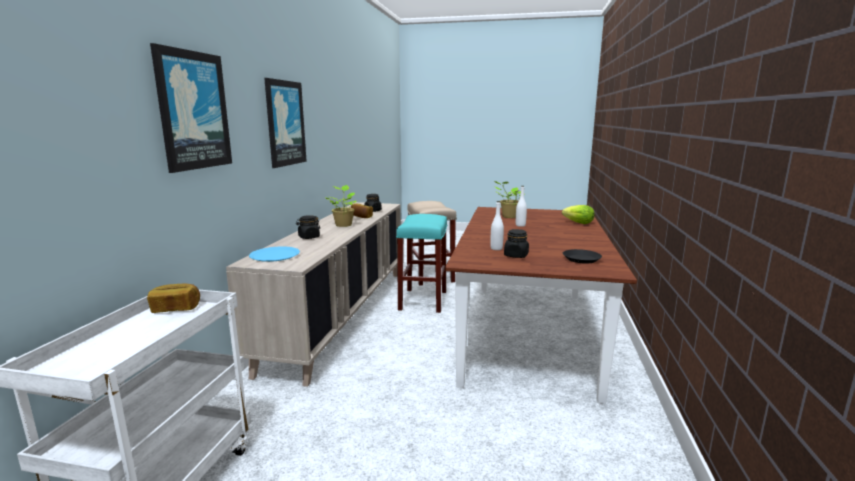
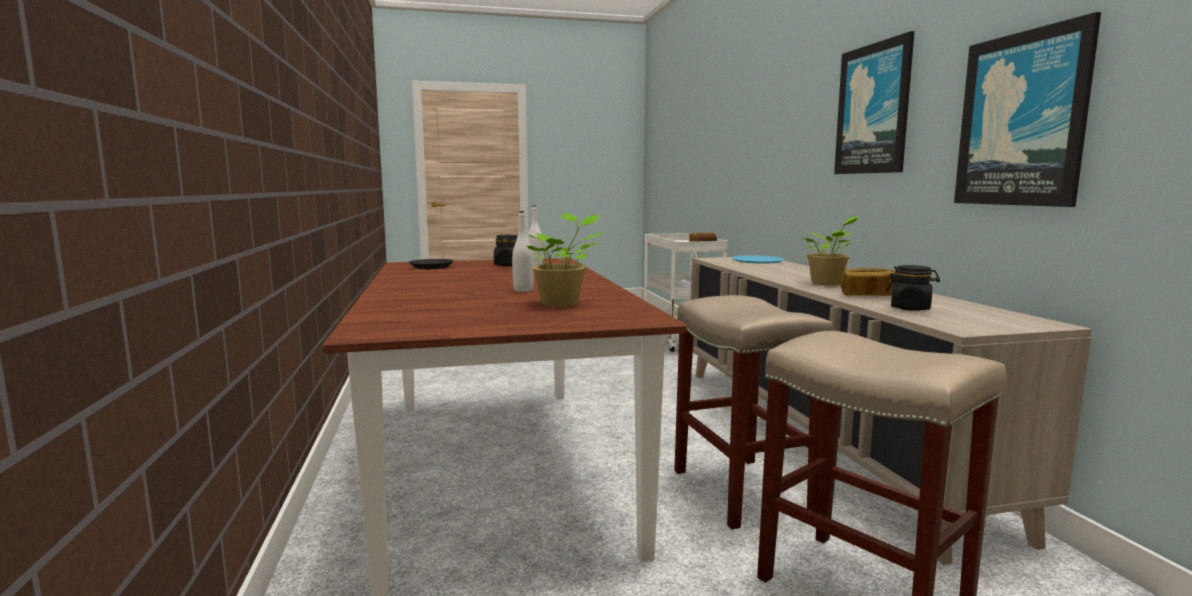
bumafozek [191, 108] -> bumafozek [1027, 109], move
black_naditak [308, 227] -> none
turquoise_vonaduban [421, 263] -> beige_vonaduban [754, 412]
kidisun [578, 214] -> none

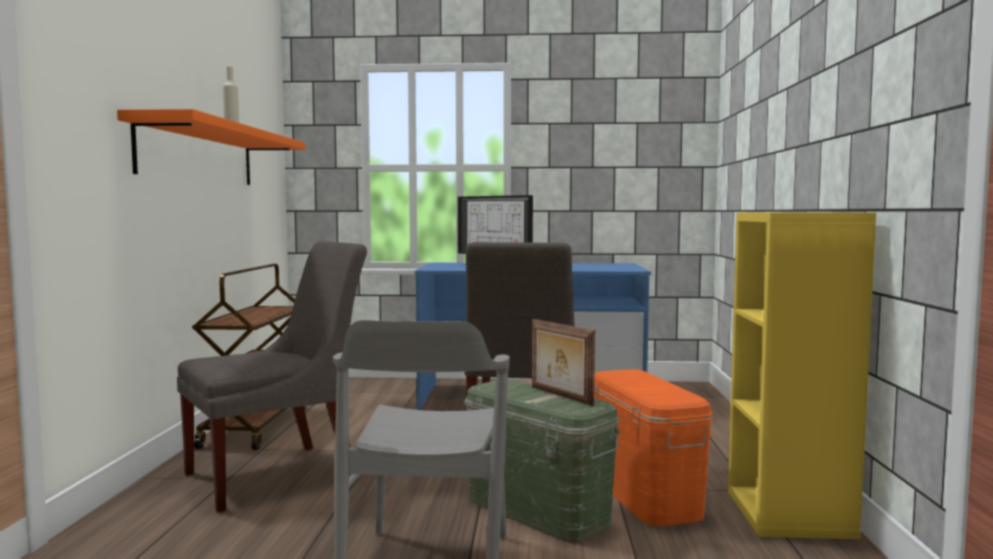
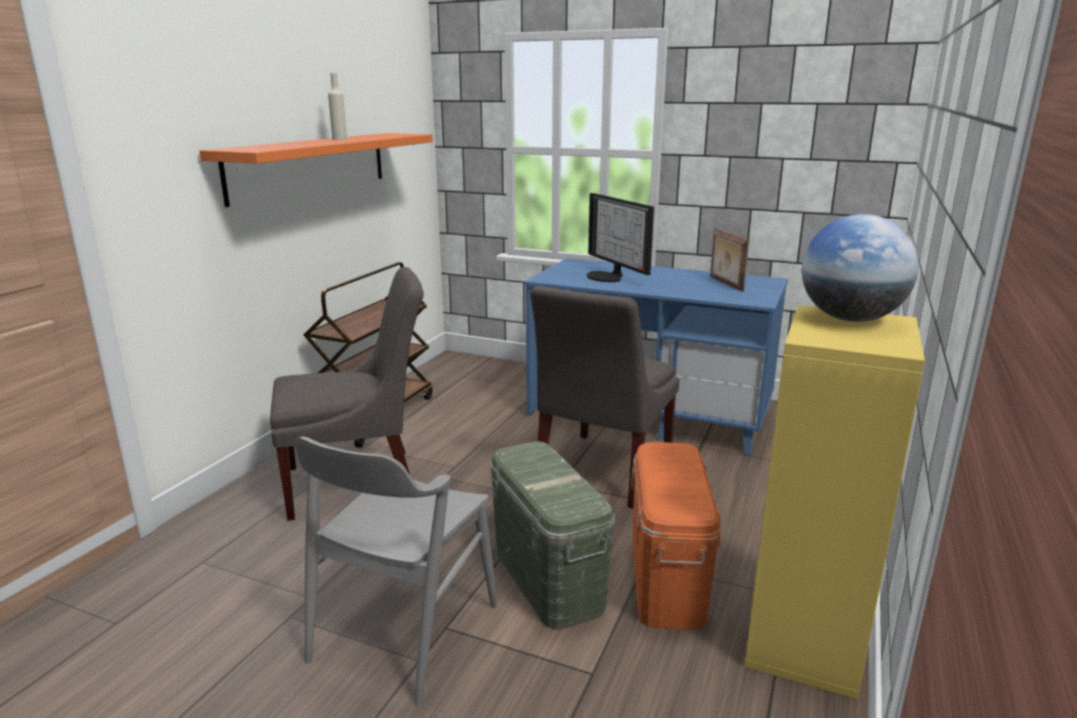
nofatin [563, 362] -> nofatin [729, 260], move
none -> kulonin [860, 268]

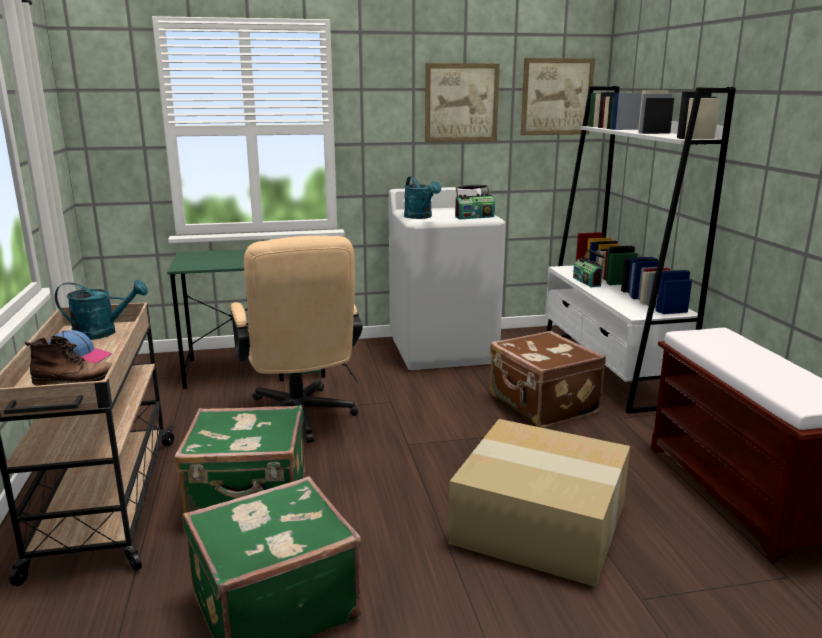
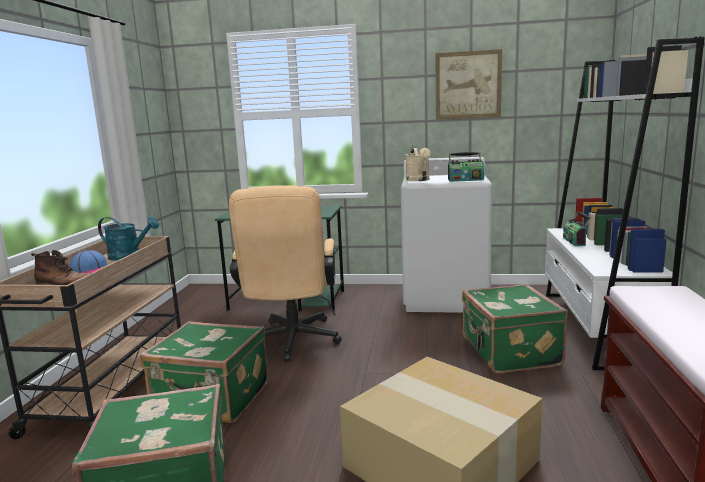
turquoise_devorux [422, 197] -> beige_devorux [418, 163]
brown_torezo [548, 379] -> green_torezo [515, 328]
bumafozek [558, 96] -> none

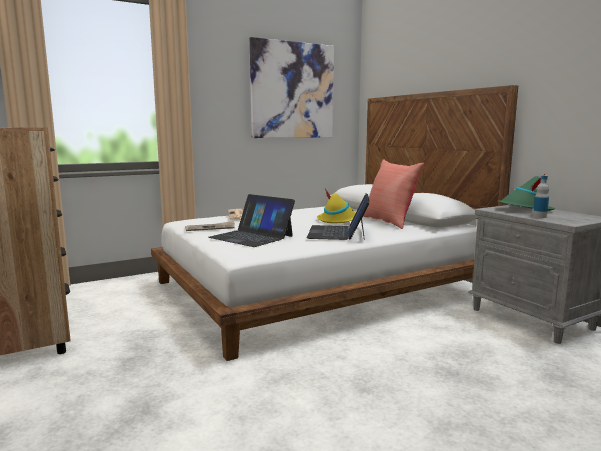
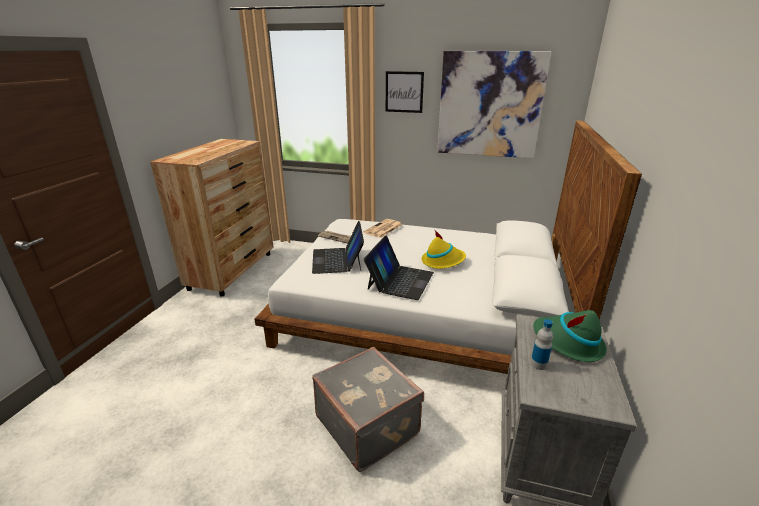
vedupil [338, 216] -> vedupil [399, 267], 150 degrees clockwise
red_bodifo [393, 194] -> none
none -> grey_torezo [368, 409]
none -> bumafozek [405, 92]

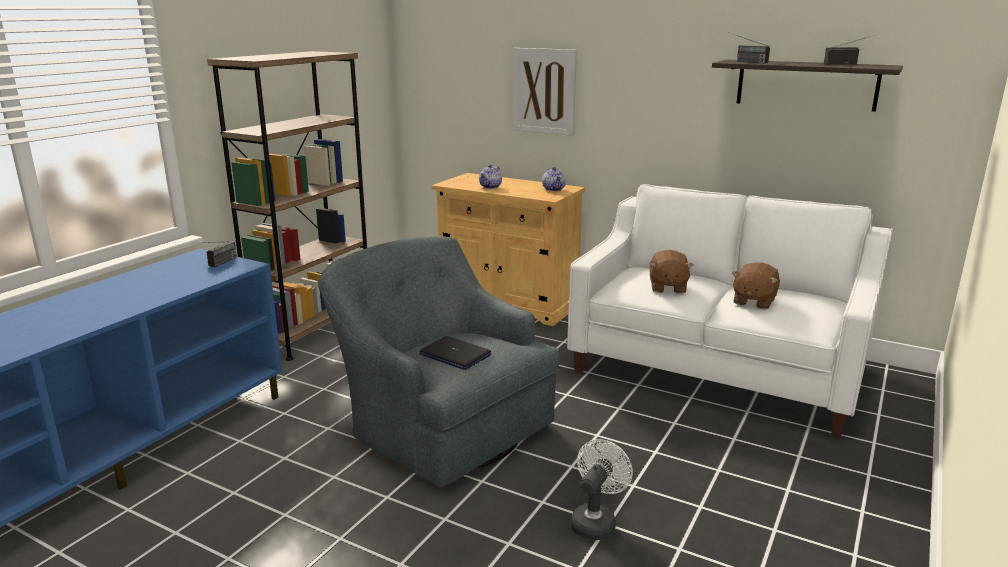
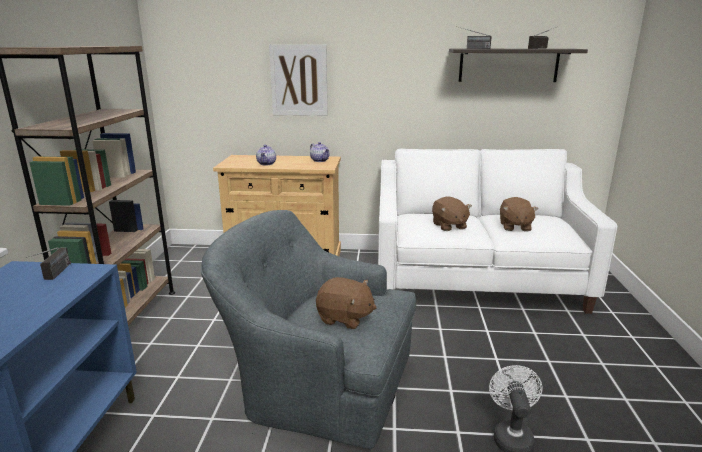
vedupil [455, 353] -> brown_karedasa [346, 303]

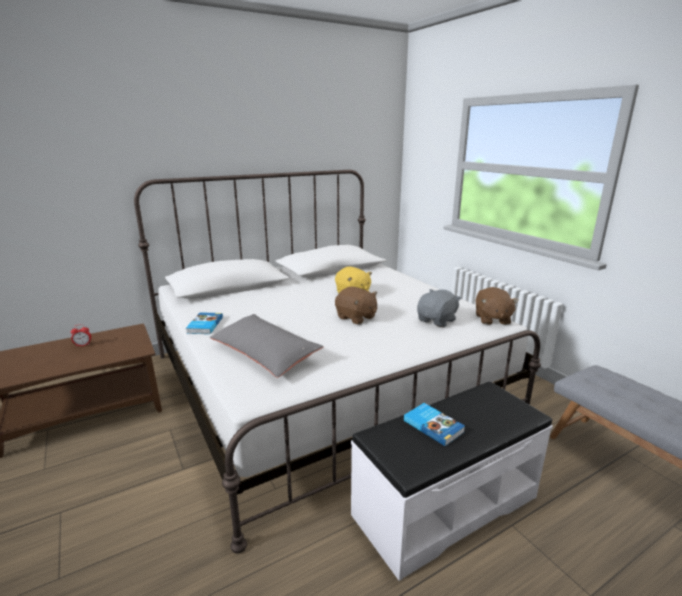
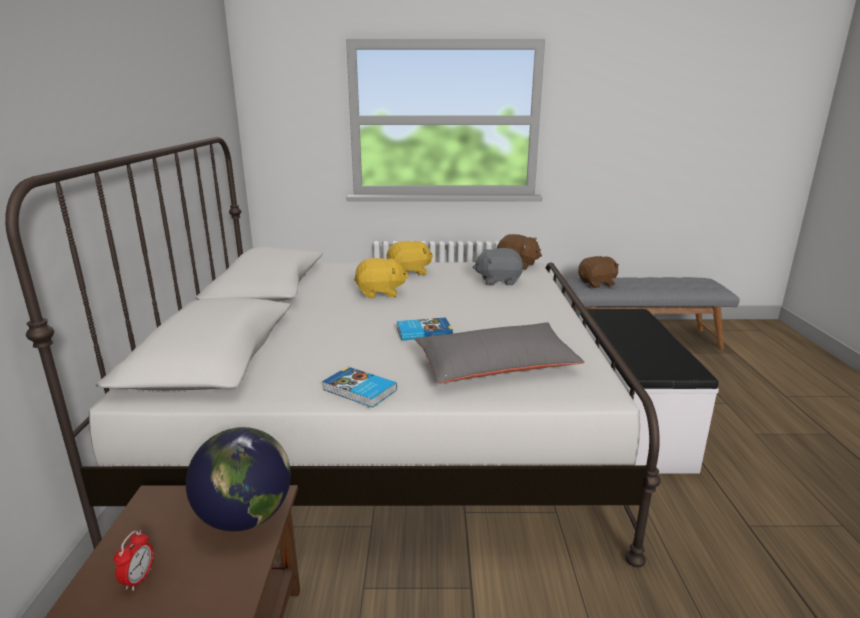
brown_karedasa [356, 305] -> brown_karedasa [598, 272], move
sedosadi [434, 425] -> sedosadi [425, 329], move
grey_karedasa [439, 308] -> grey_karedasa [498, 266], 75 degrees counterclockwise
none -> kulonin [238, 479]
none -> yellow_karedasa [410, 258]

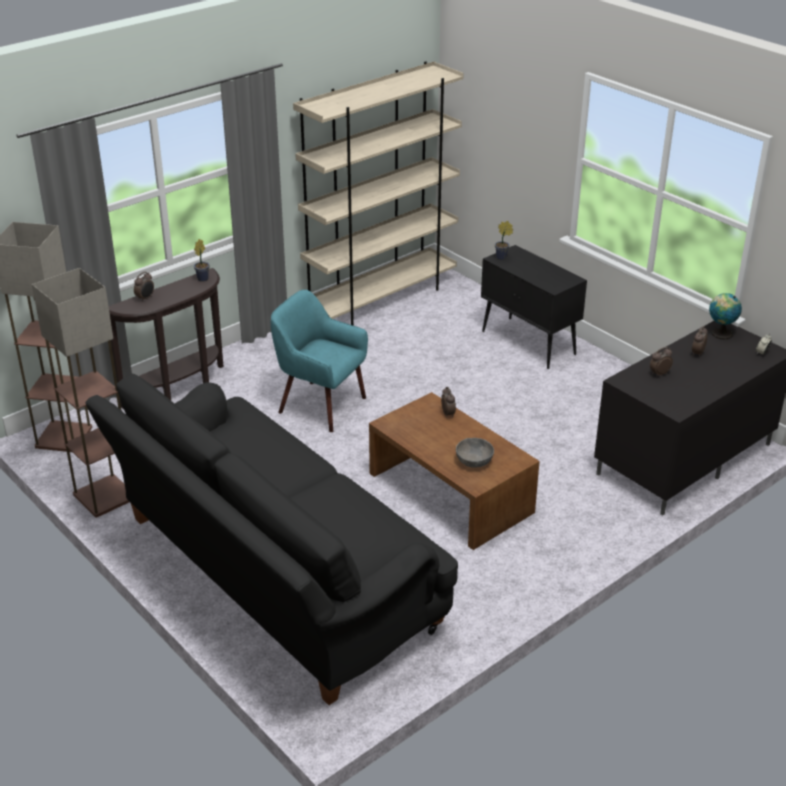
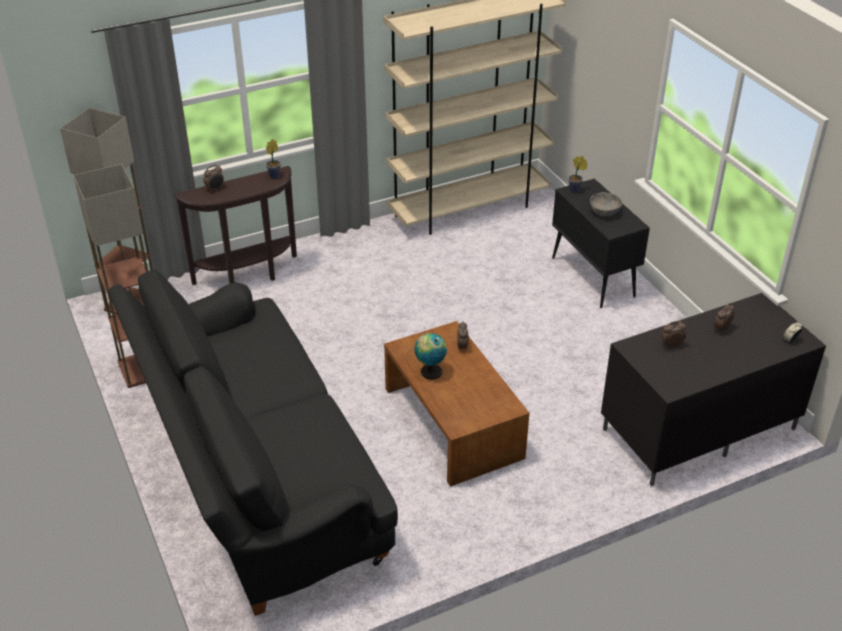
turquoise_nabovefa [319, 361] -> none
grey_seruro [475, 452] -> grey_seruro [606, 204], move
kulonin [725, 316] -> kulonin [430, 356], move

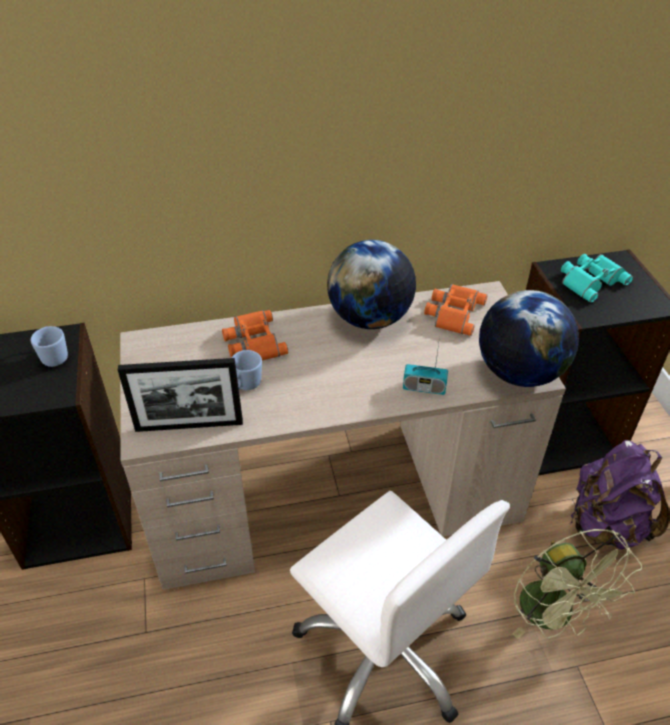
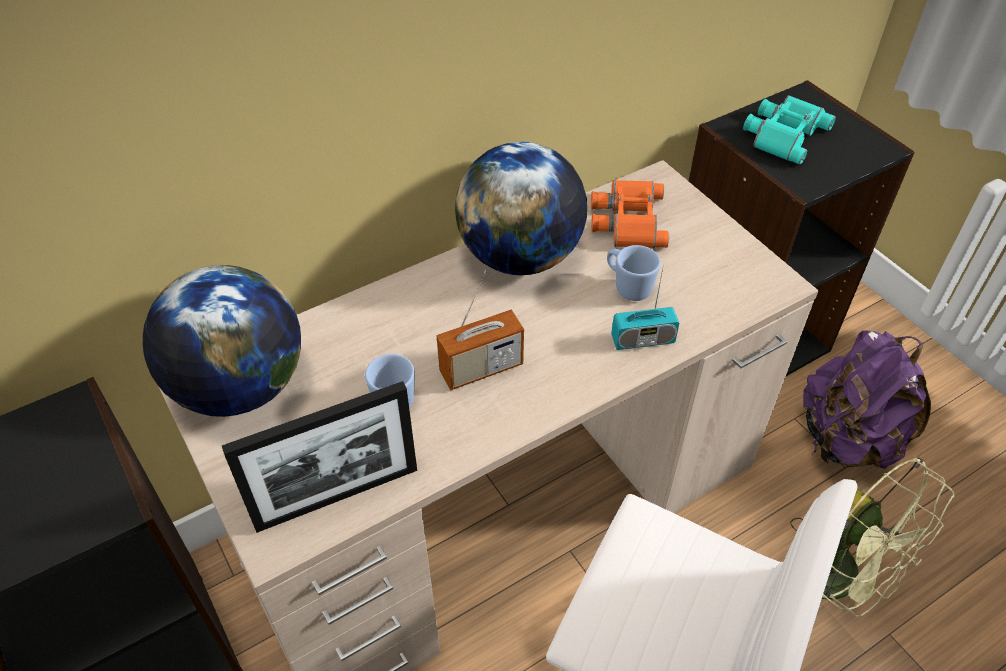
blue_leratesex [49, 346] -> blue_leratesex [634, 273], move
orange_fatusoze [255, 335] -> none
kulonin [529, 338] -> kulonin [222, 341], move
none -> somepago [480, 330]

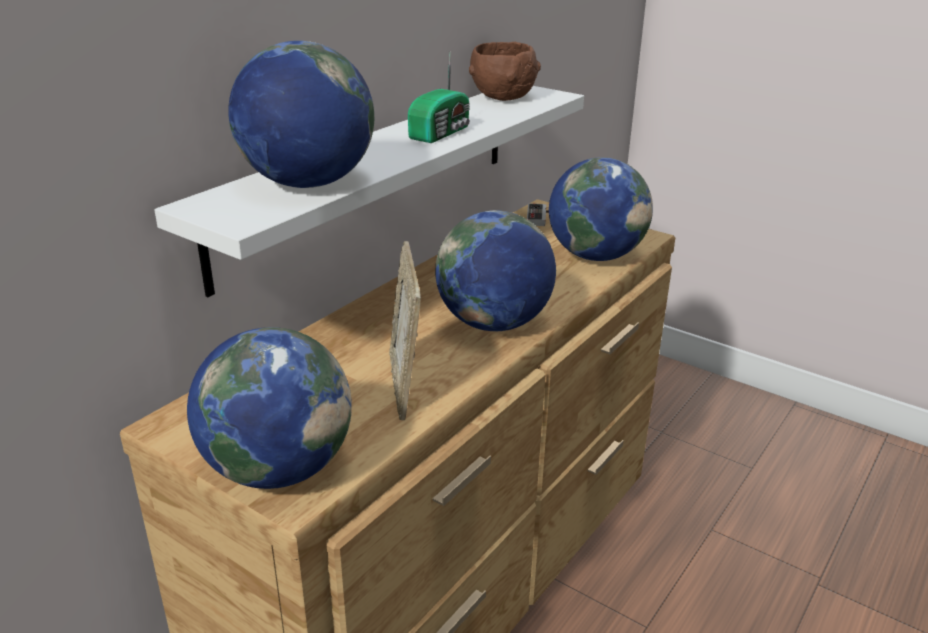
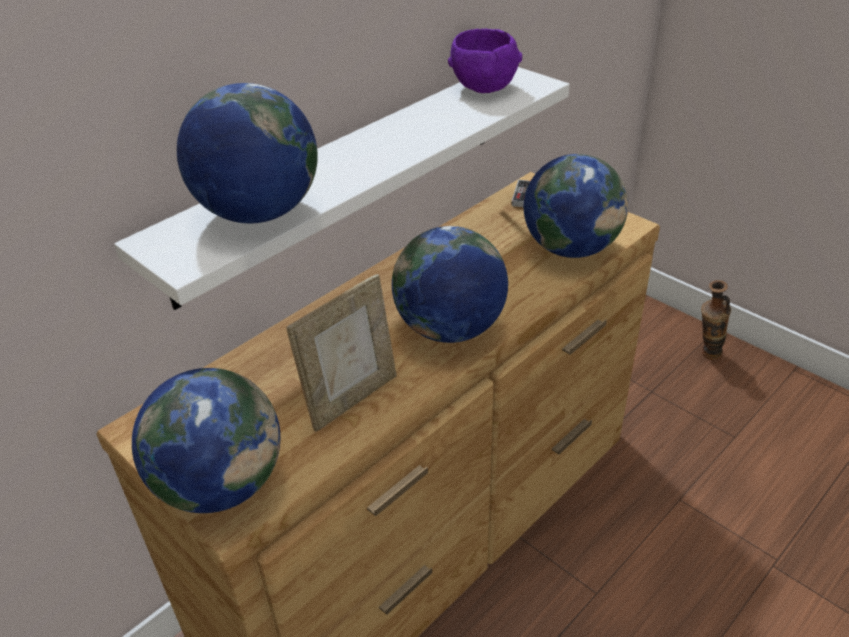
nofatin [405, 330] -> nofatin [341, 353], 135 degrees counterclockwise
somepago [439, 99] -> none
brown_seruro [505, 71] -> purple_seruro [485, 61]
none -> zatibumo [716, 319]

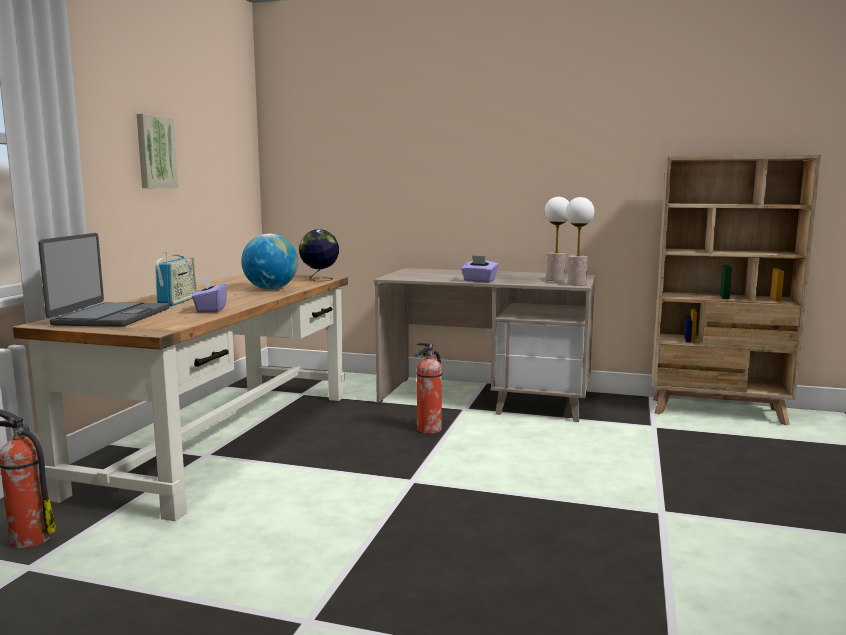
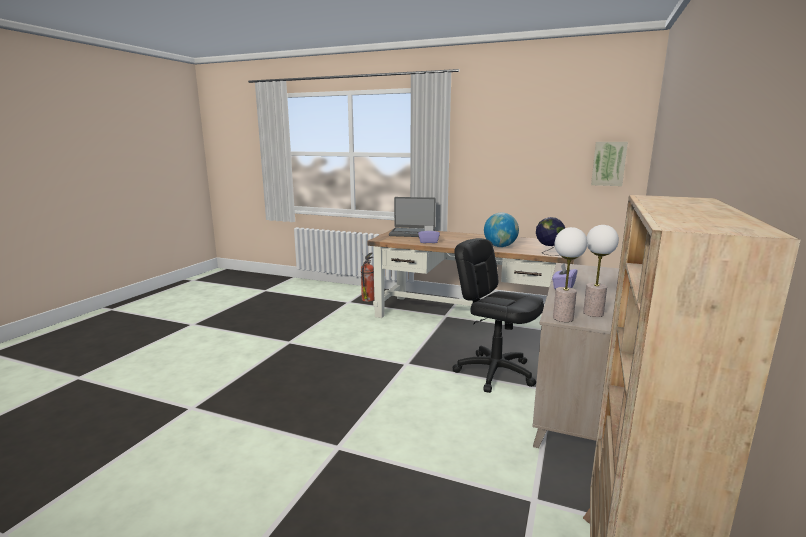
bumafozek [157, 151] -> bumafozek [609, 164], move
somepago [176, 279] -> none
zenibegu [428, 388] -> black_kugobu [498, 315]

